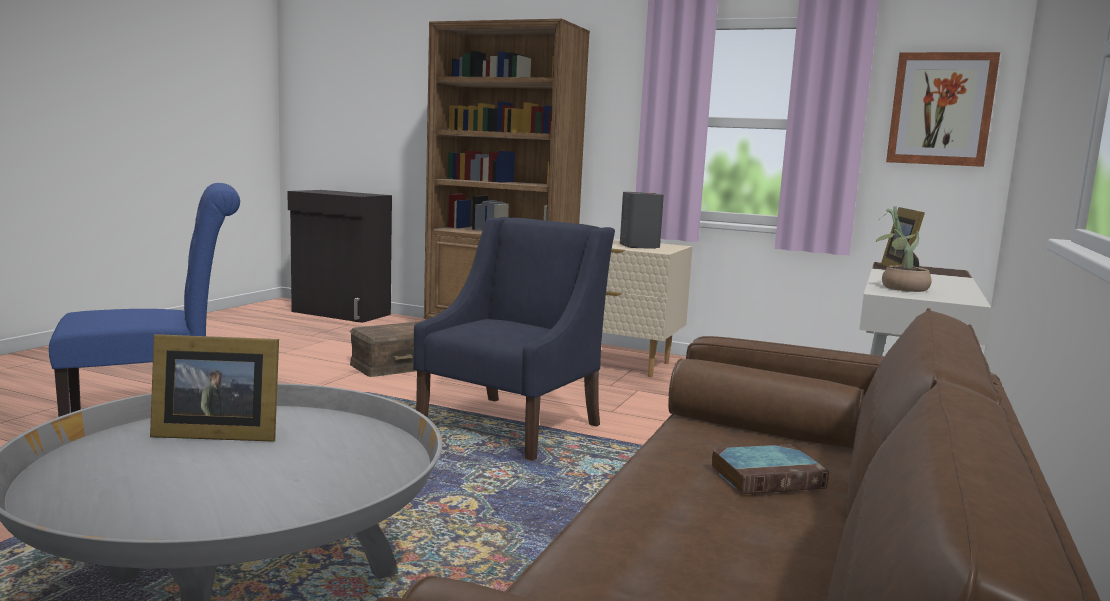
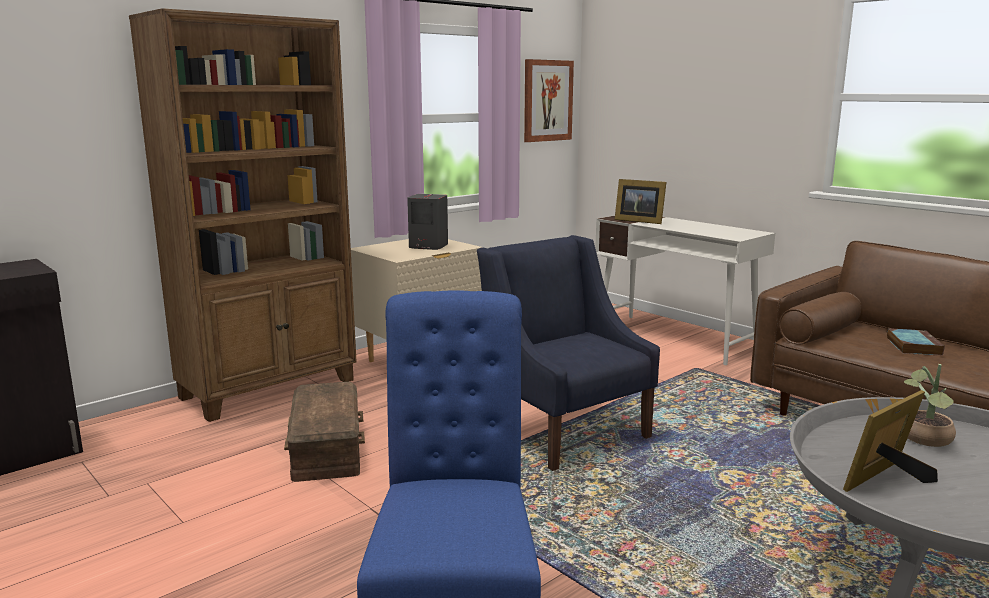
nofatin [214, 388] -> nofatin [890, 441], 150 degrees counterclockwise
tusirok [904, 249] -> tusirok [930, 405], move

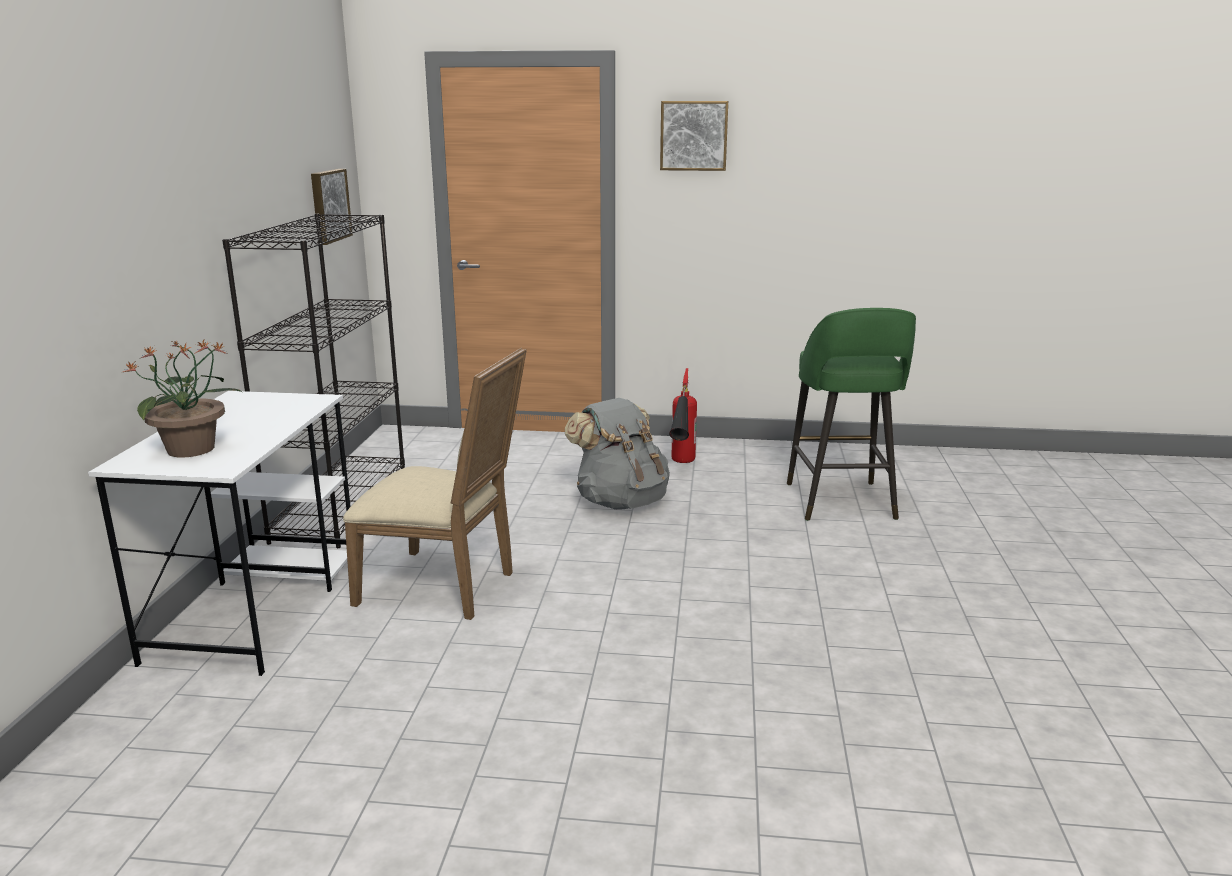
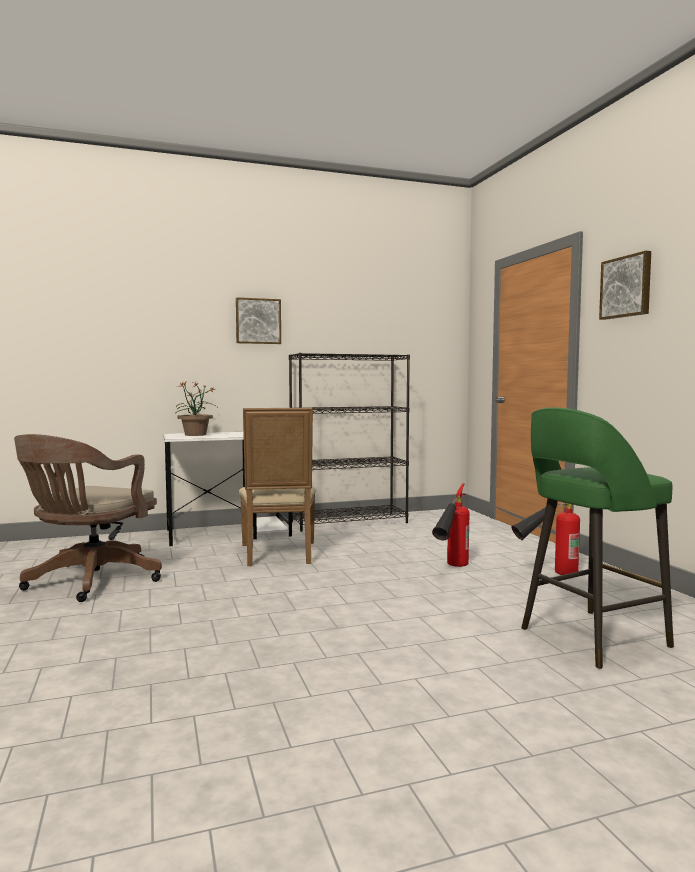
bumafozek [332, 207] -> bumafozek [258, 320], move
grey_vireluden [617, 454] -> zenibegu [450, 525]
none -> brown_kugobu [88, 518]

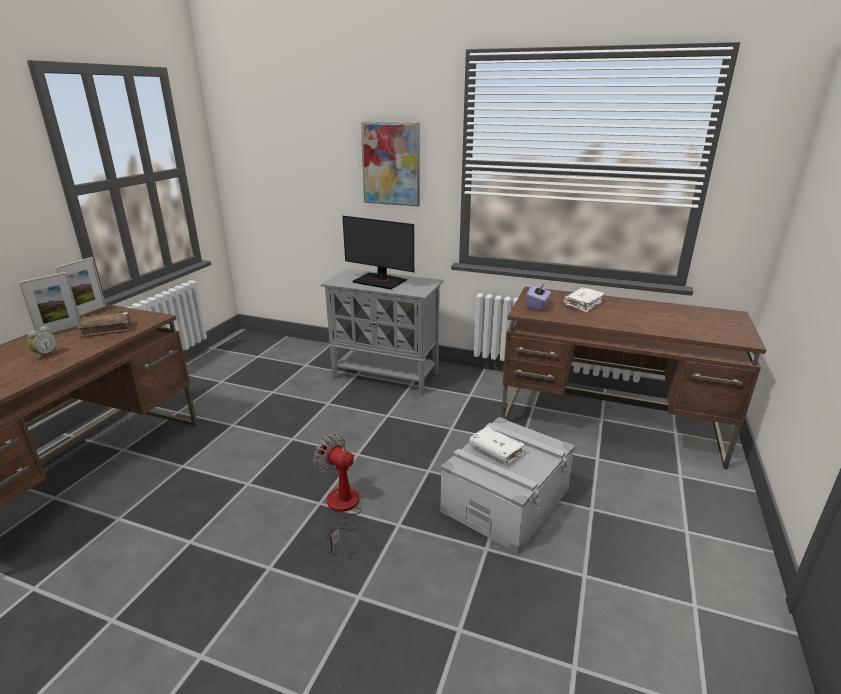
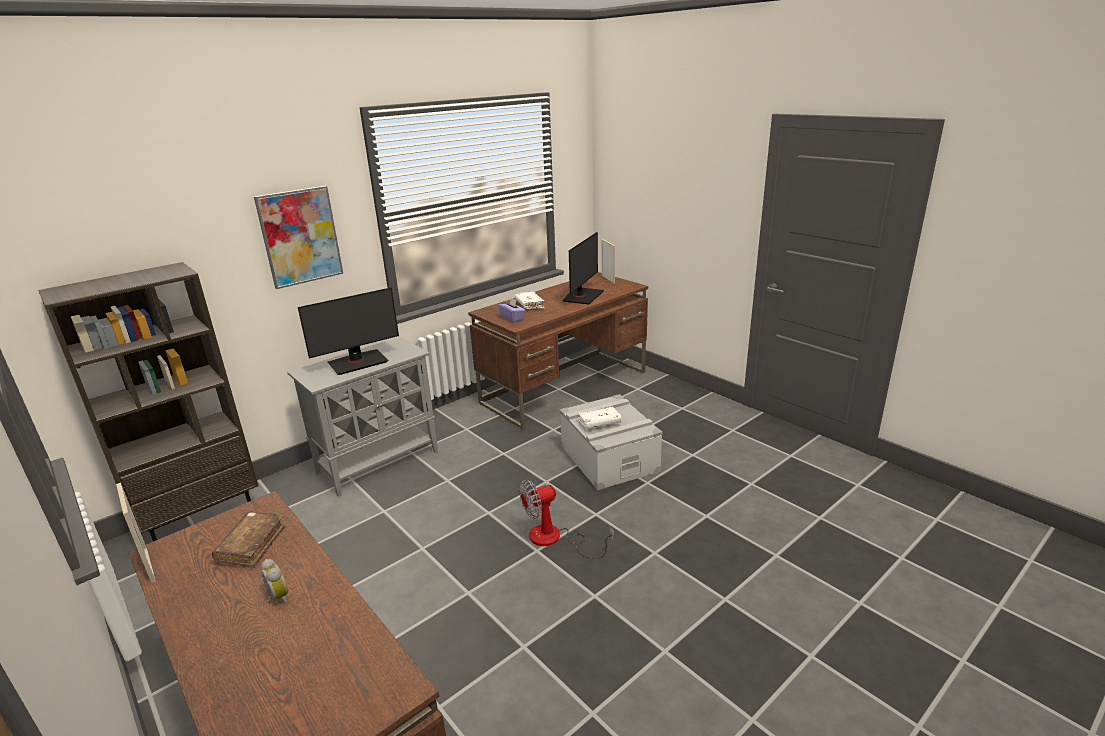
nofatin [49, 303] -> nofatin [608, 261], move
none -> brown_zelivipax [148, 401]
none -> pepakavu [583, 268]

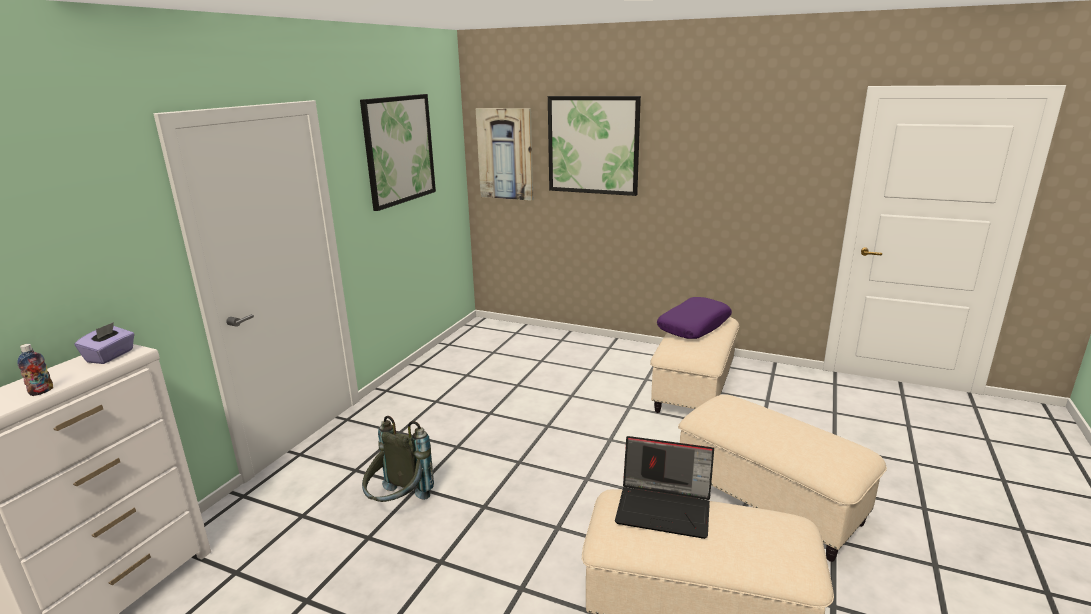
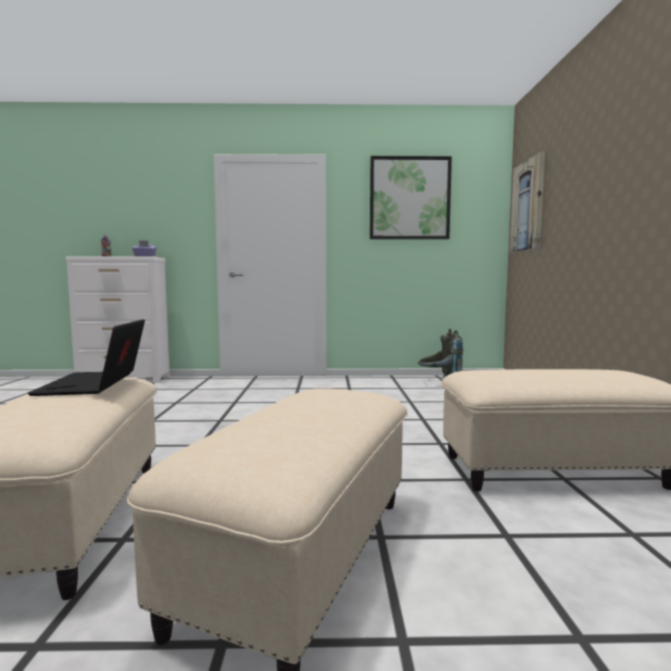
grey_vireluden [398, 459] -> grey_vireluden [440, 354], move
bumafozek [594, 146] -> none
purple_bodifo [694, 318] -> none

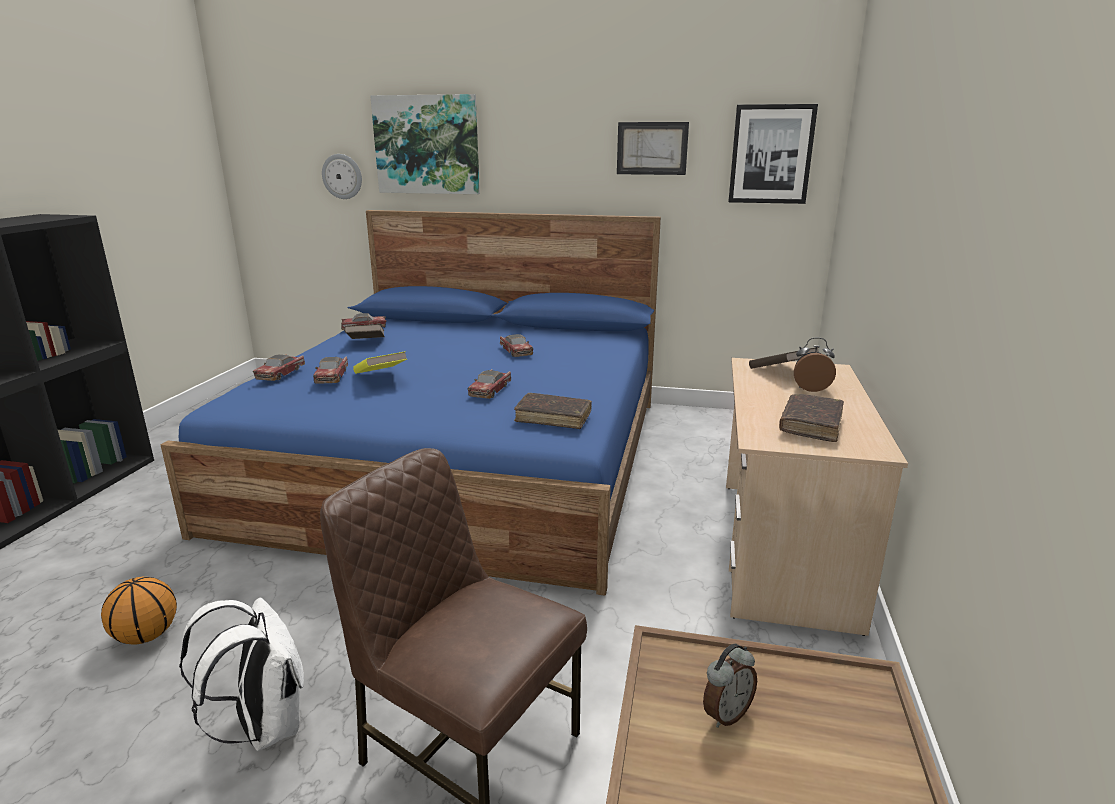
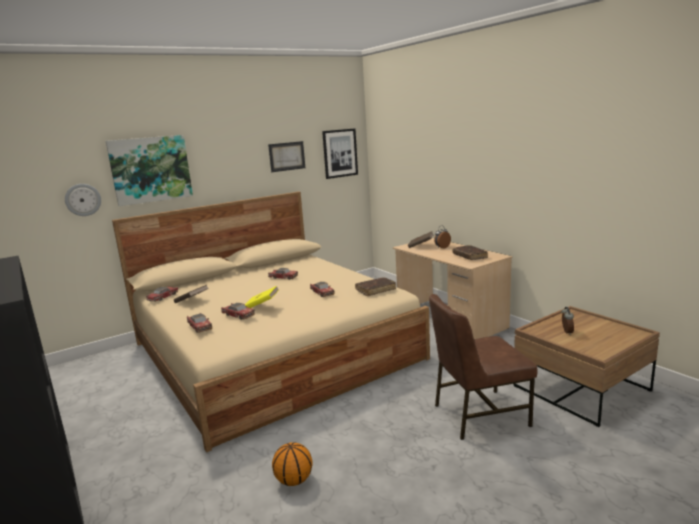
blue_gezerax [411, 403] -> beige_gezerax [271, 322]
white_vireluden [241, 674] -> none

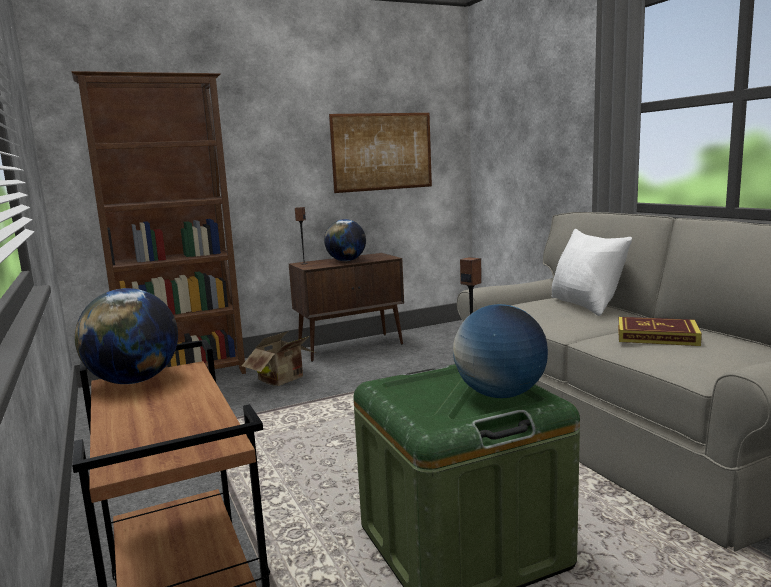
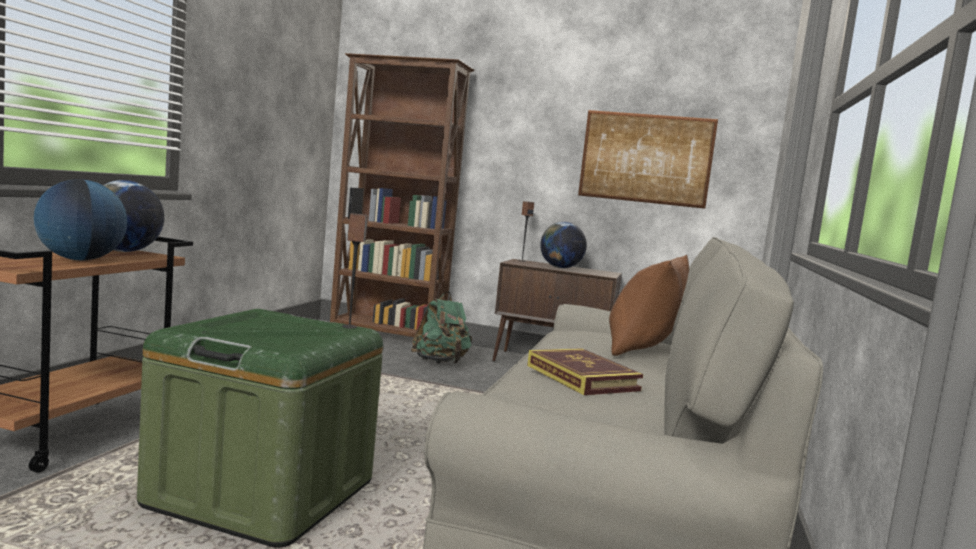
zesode [278, 358] -> green_vireluden [441, 328]
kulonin [500, 351] -> kulonin [80, 220], move
white_bodifo [592, 272] -> brown_bodifo [649, 305]

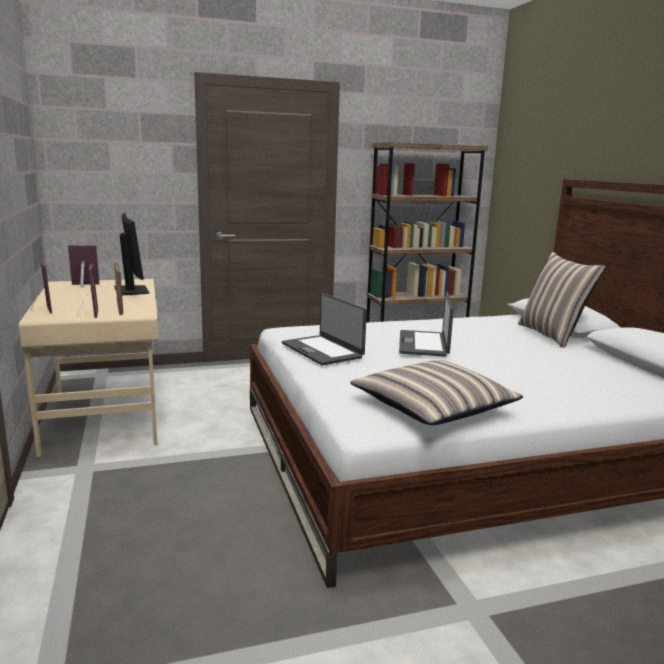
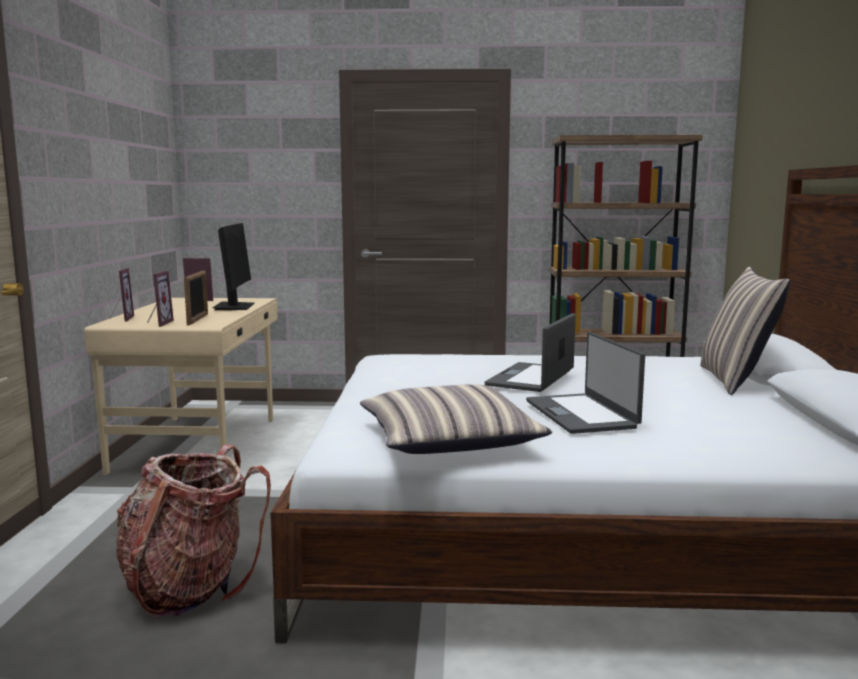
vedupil [324, 329] -> vedupil [585, 383], move
none -> vireluden [193, 531]

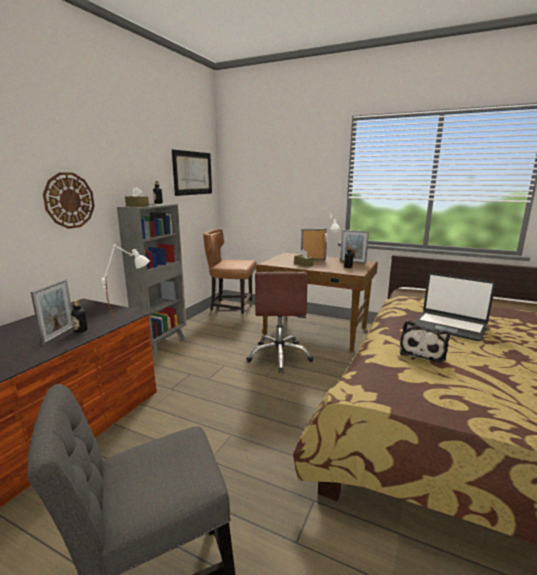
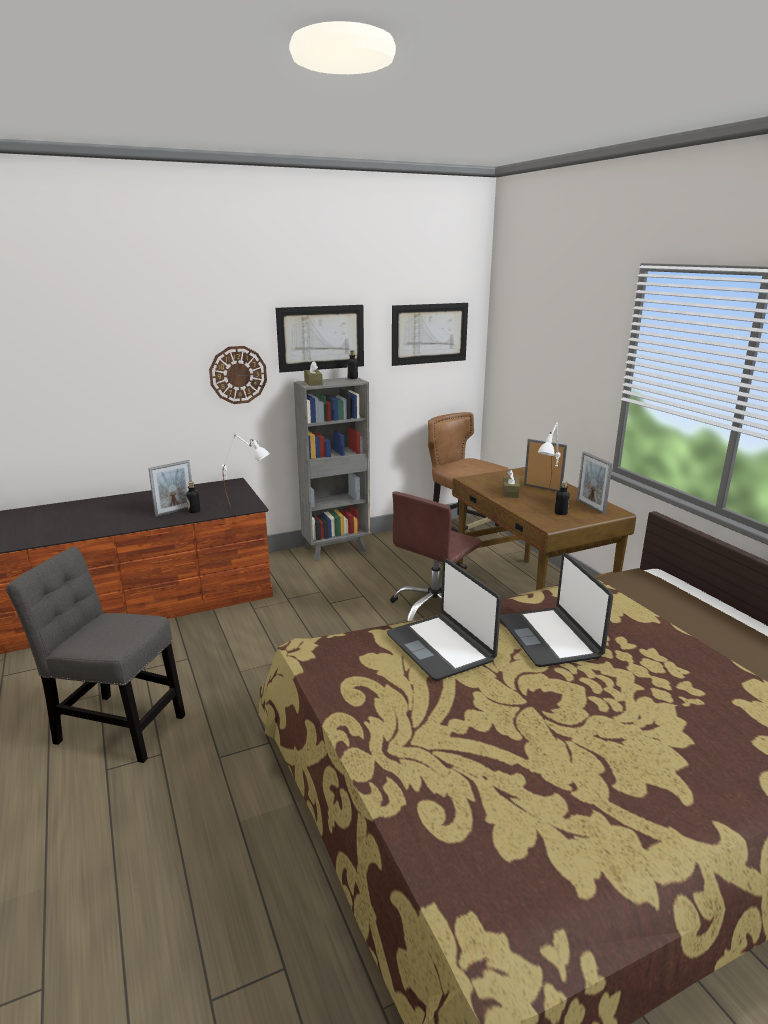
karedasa [425, 341] -> vedupil [444, 619]
none -> bumafozek [320, 339]

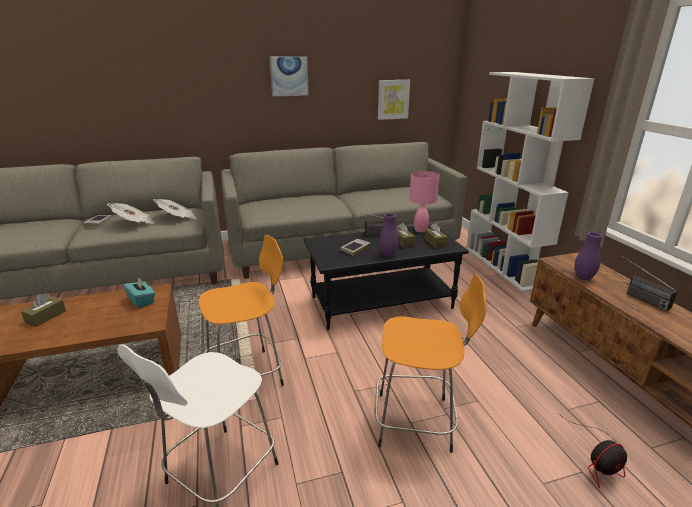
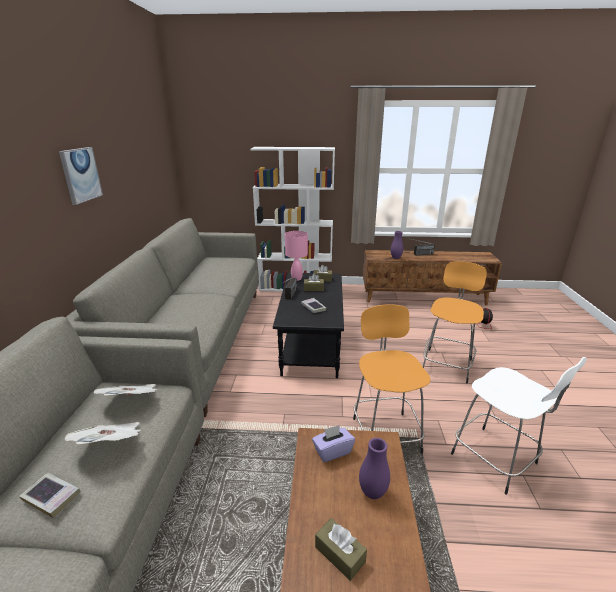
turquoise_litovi [139, 292] -> purple_litovi [333, 443]
bumafozek [394, 100] -> none
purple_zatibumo [389, 234] -> purple_zatibumo [374, 468], move

